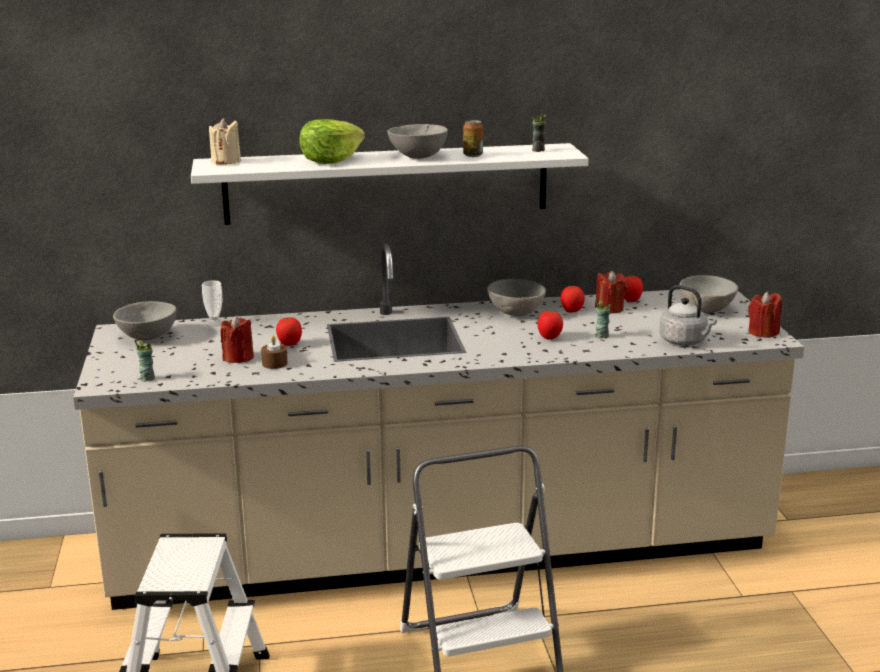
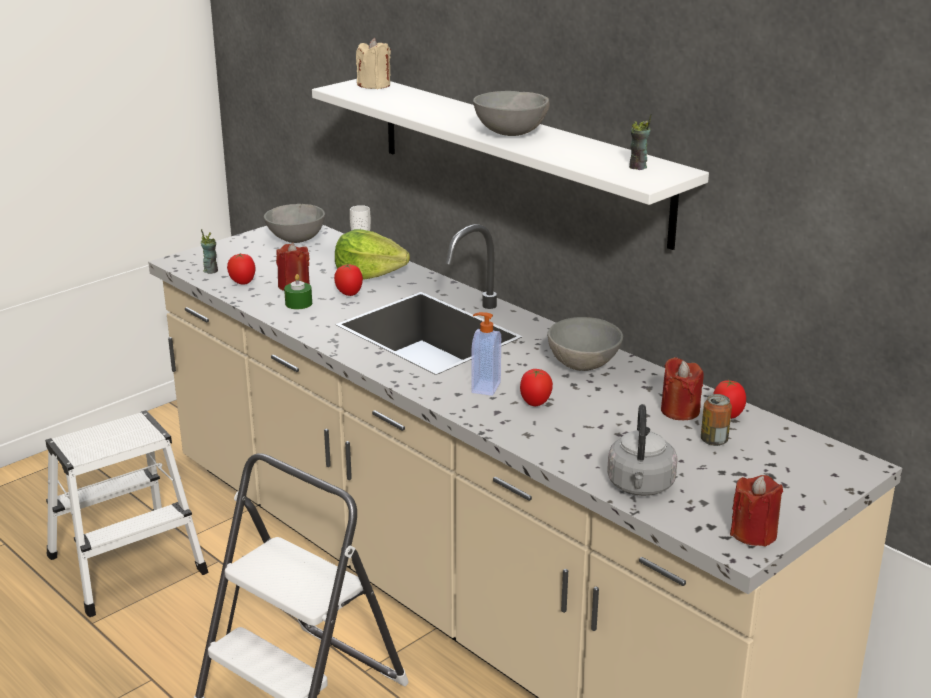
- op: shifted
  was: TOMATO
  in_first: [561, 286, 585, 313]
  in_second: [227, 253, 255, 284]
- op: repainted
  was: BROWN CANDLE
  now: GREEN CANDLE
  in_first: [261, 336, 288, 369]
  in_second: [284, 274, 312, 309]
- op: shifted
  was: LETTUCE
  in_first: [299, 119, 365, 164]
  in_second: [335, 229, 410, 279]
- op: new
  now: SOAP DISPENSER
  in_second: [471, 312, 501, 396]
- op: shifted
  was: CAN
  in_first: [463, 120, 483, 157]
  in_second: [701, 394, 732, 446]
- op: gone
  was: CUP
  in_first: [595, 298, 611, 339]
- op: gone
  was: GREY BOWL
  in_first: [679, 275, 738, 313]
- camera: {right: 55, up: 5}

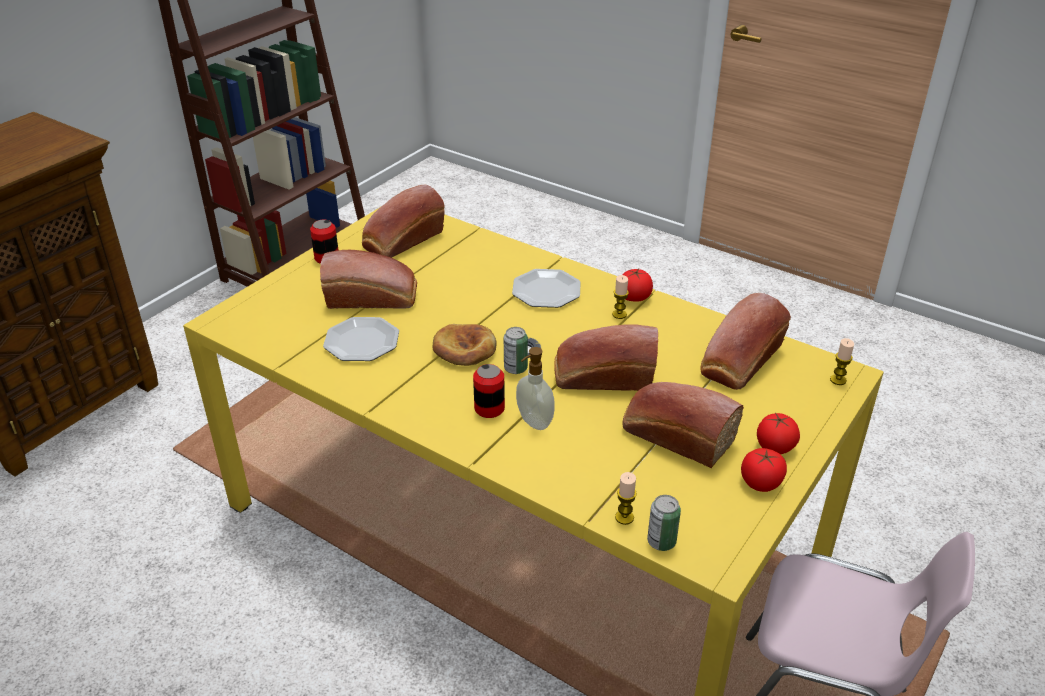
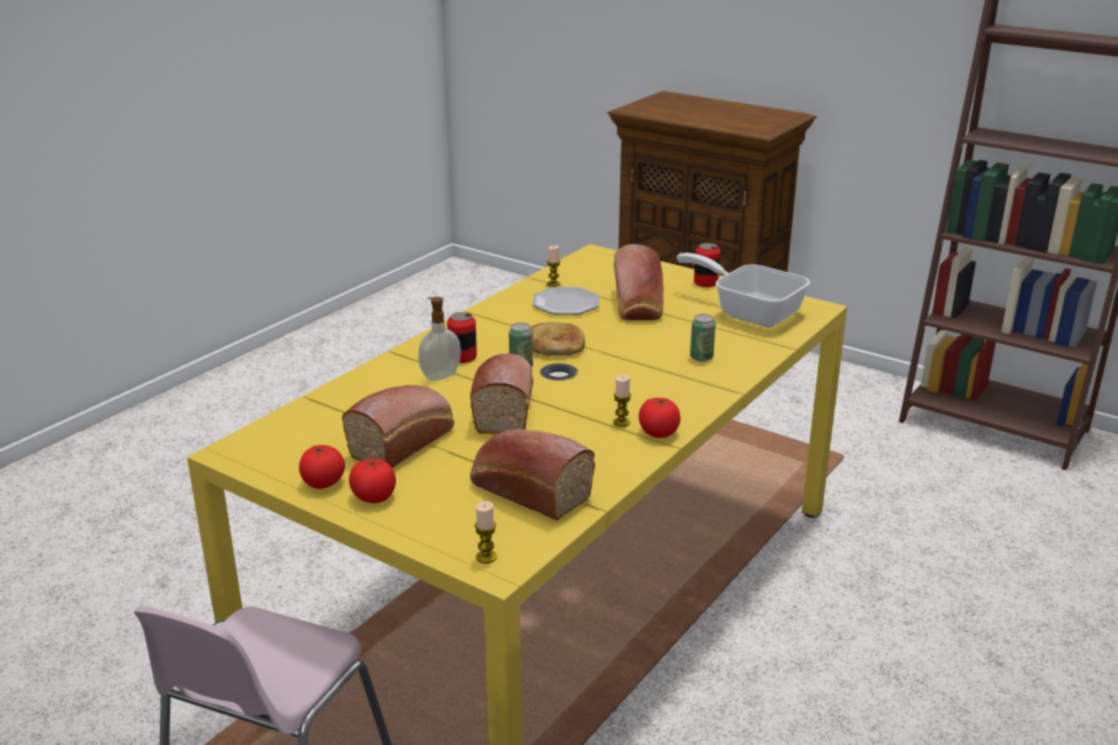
- op: shifted
  was: CANDLE
  in_first: [615, 472, 637, 525]
  in_second: [547, 245, 560, 287]
- op: swapped
  was: BREAD
  now: FRYING PAN
  in_first: [362, 184, 445, 258]
  in_second: [677, 253, 810, 327]
- op: shifted
  was: CAN
  in_first: [647, 495, 681, 551]
  in_second: [690, 314, 716, 362]
- op: gone
  was: PLATE
  in_first: [512, 269, 581, 308]
- camera: {right: 90, up: -10}

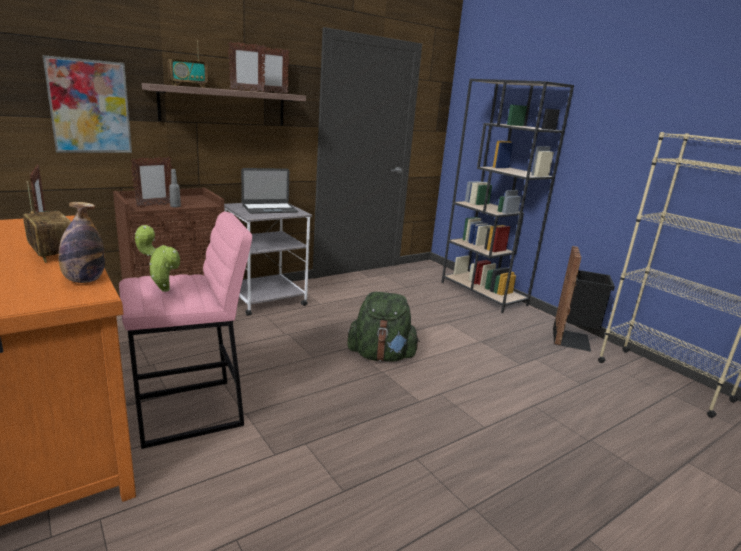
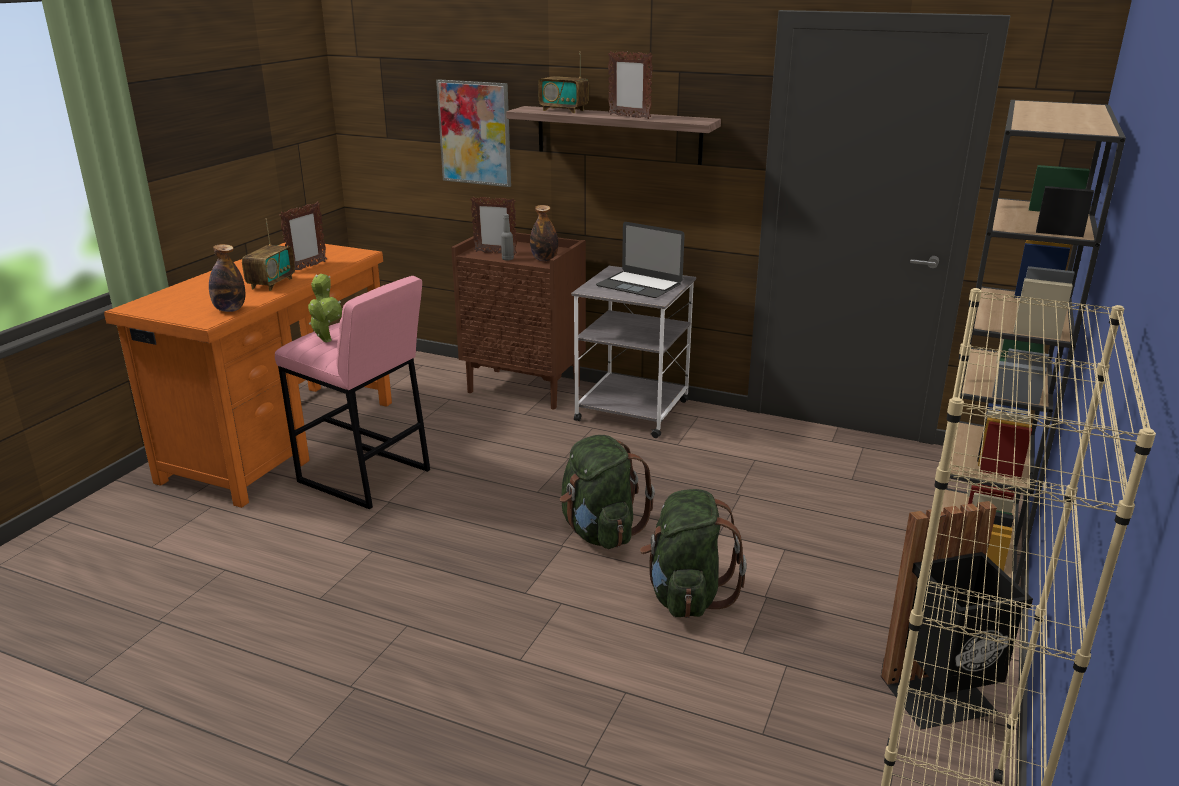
- op: new
  now: BOTTLE
  in_second: [530, 205, 558, 261]
- op: new
  now: GREEN BACKPACK
  in_second: [640, 489, 746, 618]
- op: gone
  was: PICTURE FRAME
  in_first: [256, 47, 289, 94]
- camera: {right: 60, up: 5}

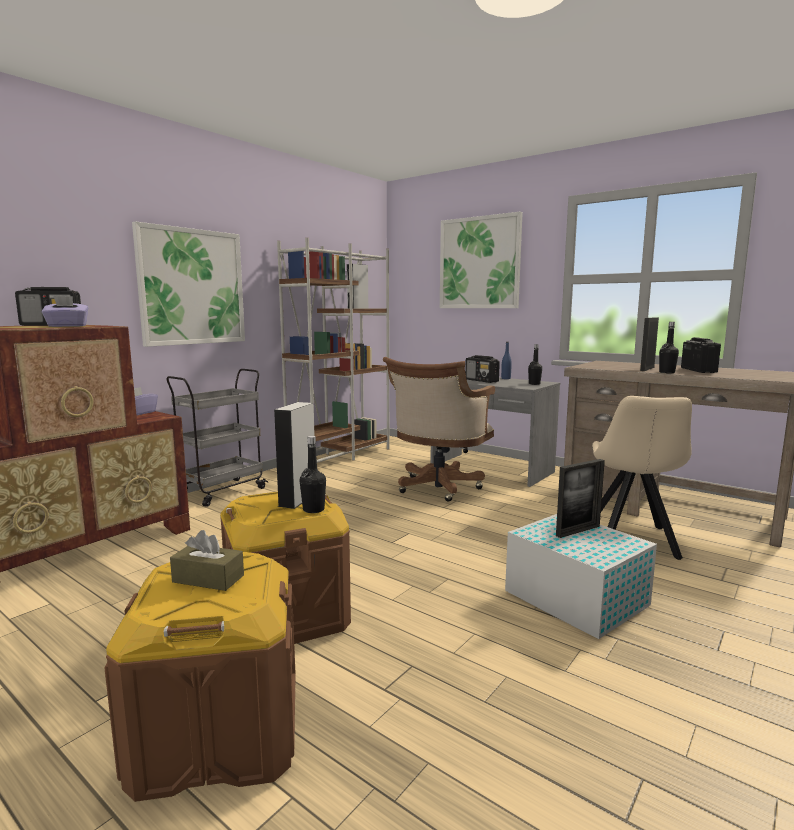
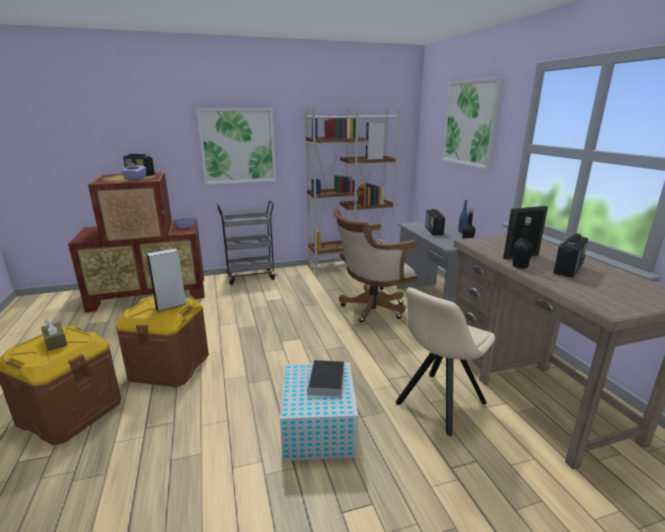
- op: swapped
  was: PICTURE FRAME
  now: BOOK
  in_first: [556, 459, 605, 538]
  in_second: [307, 360, 344, 401]
- op: gone
  was: BLACK BOTTLE
  in_first: [300, 436, 326, 513]
- camera: {right: 35, up: 10}

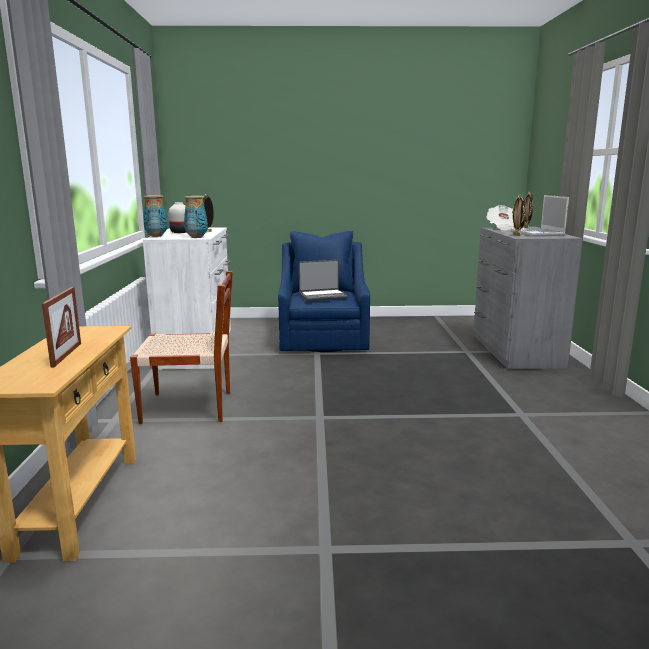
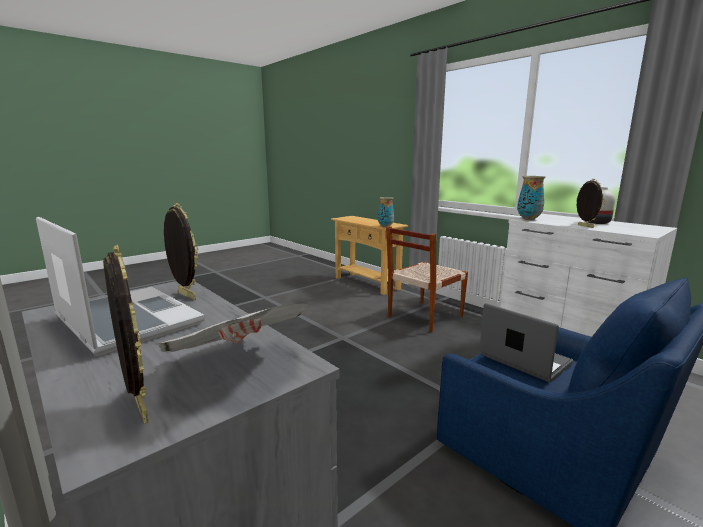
- op: shifted
  was: VASE
  in_first: [143, 195, 167, 237]
  in_second: [378, 197, 394, 228]
- op: rotated
  was: LAPTOP
  in_first: [299, 260, 348, 301]
  in_second: [479, 303, 573, 382]
  clockwise: 105
- op: gone
  was: PICTURE FRAME
  in_first: [42, 287, 81, 368]
- camera: {right: 140, up: 0}

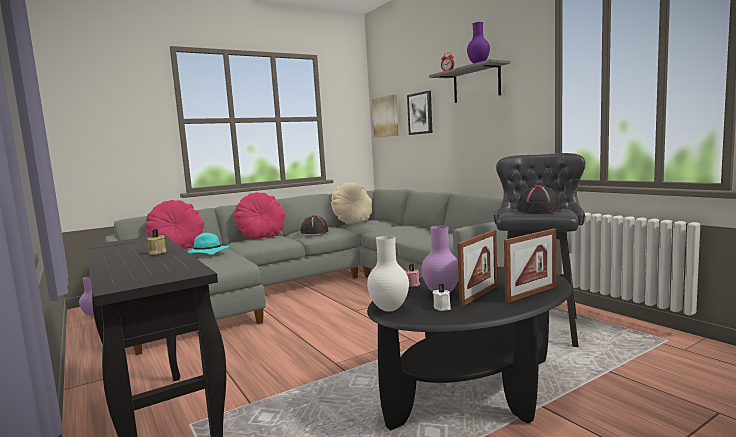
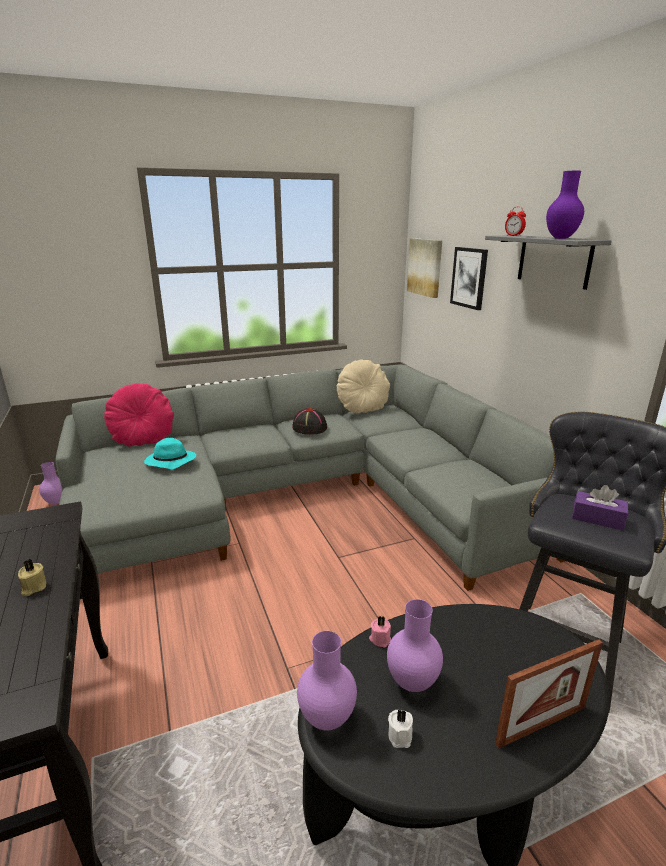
- op: repainted
  was: WHITE VASE
  now: PURPLE VASE
  in_first: [367, 236, 409, 312]
  in_second: [297, 631, 357, 730]
- op: swapped
  was: BLACK HAT
  now: PURPLE TISSUE BOX
  in_first: [517, 185, 562, 213]
  in_second: [572, 485, 629, 531]
- op: gone
  was: PINK PILLOW
  in_first: [234, 192, 285, 240]
- op: gone
  was: PICTURE FRAME
  in_first: [457, 230, 497, 307]
- camera: {right: 10, up: 15}

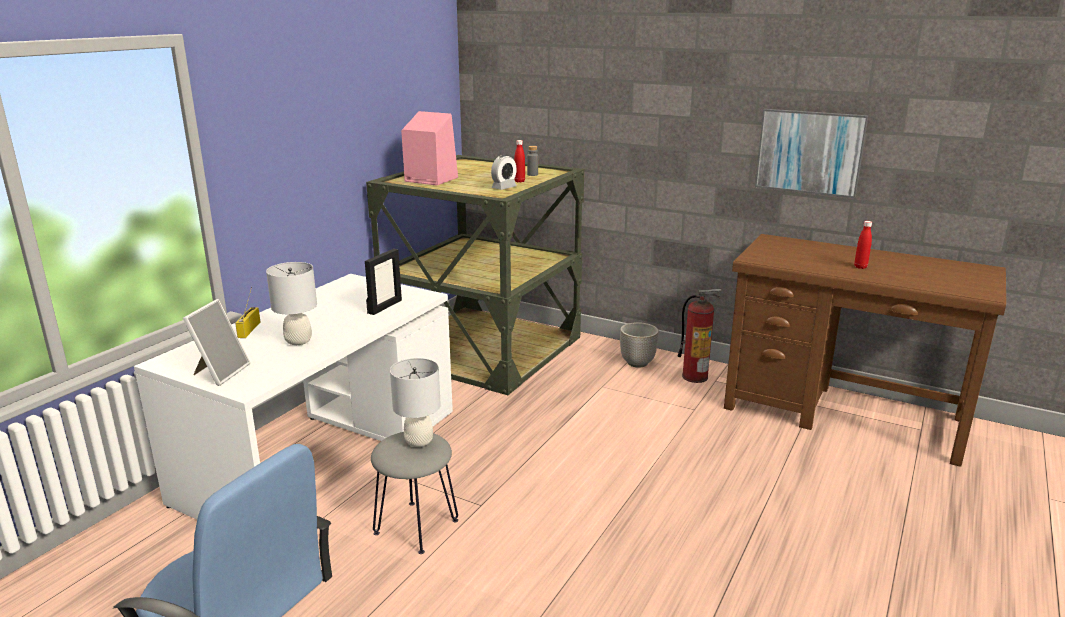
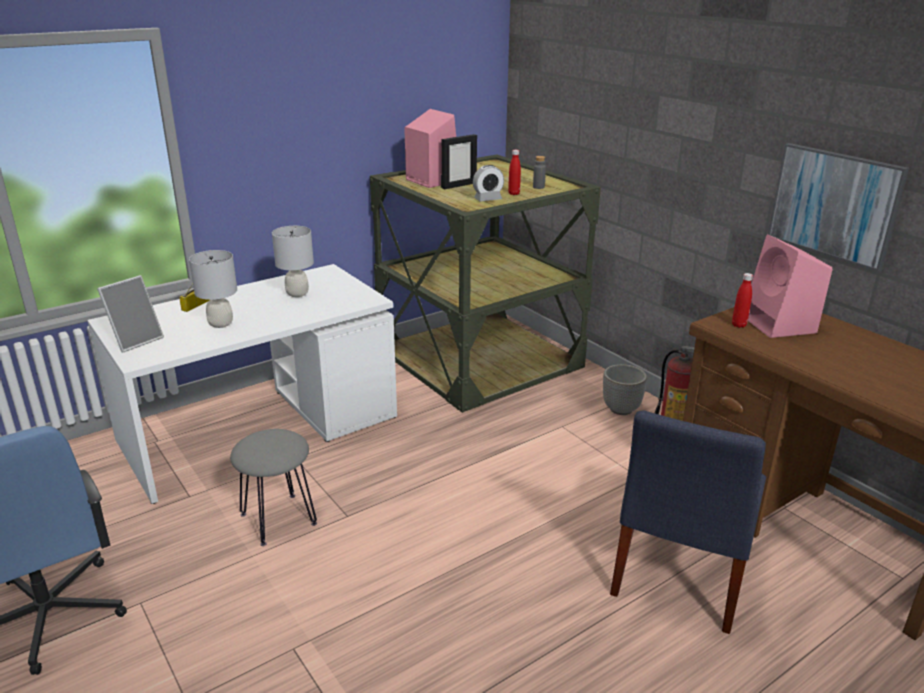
- op: shifted
  was: GREY TABLE LAMP
  in_first: [390, 358, 441, 447]
  in_second: [272, 226, 314, 297]
- op: shifted
  was: PICTURE FRAME
  in_first: [365, 249, 402, 315]
  in_second: [441, 134, 477, 189]
- op: new
  now: BLUE CHAIR
  in_second: [610, 411, 766, 634]
- op: shifted
  was: RED BOTTLE
  in_first: [854, 221, 872, 269]
  in_second: [732, 273, 753, 328]
- op: new
  now: PINK SPEAKER
  in_second: [748, 234, 832, 338]
- camera: {right: 25, up: 5}

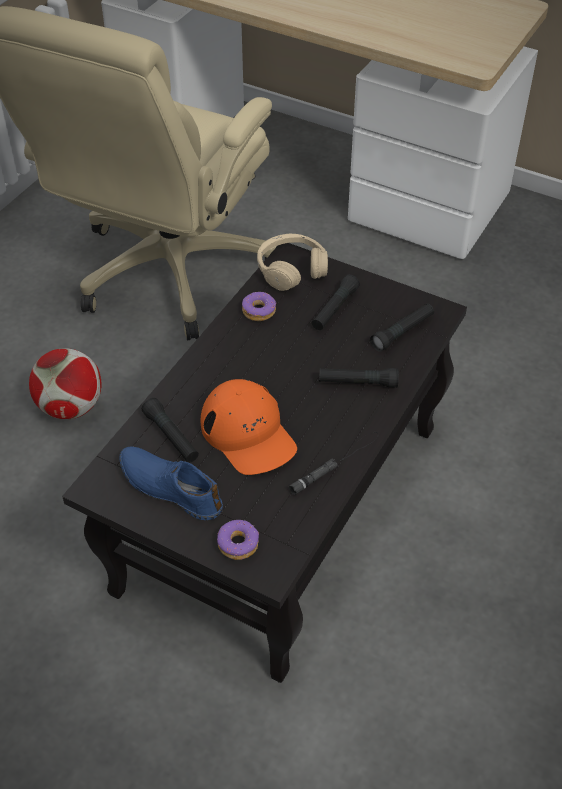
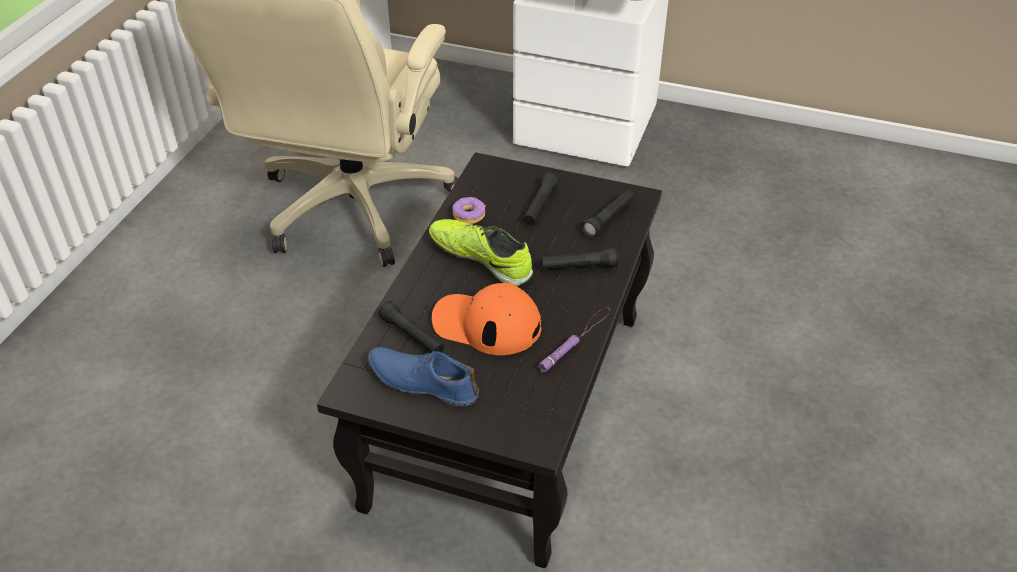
- op: new
  now: SHOE
  in_second: [429, 219, 533, 286]
- op: rotated
  was: ORANGE CAP
  in_first: [201, 379, 297, 475]
  in_second: [432, 283, 542, 355]
  clockwise: 150
- op: repainted
  was: BLACK FLASHLIGHT
  now: PURPLE FLASHLIGHT
  in_first: [288, 432, 378, 495]
  in_second: [538, 307, 610, 372]
- op: gone
  was: FOOTBALL
  in_first: [29, 348, 101, 419]
- op: gone
  was: DONUT
  in_first: [217, 520, 259, 560]
- op: gone
  was: BEIGE HEADPHONES
  in_first: [257, 234, 328, 291]
- camera: {right: -10, up: -5}

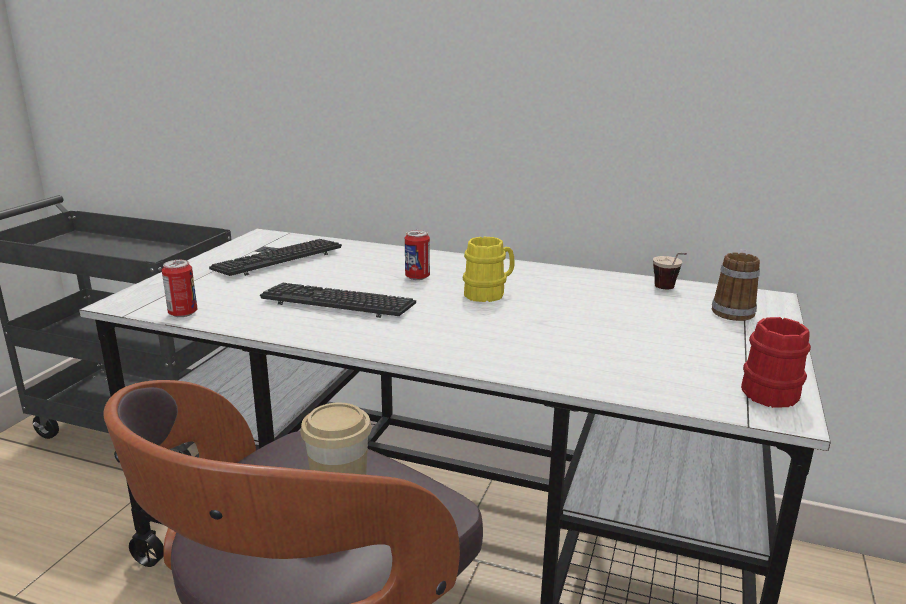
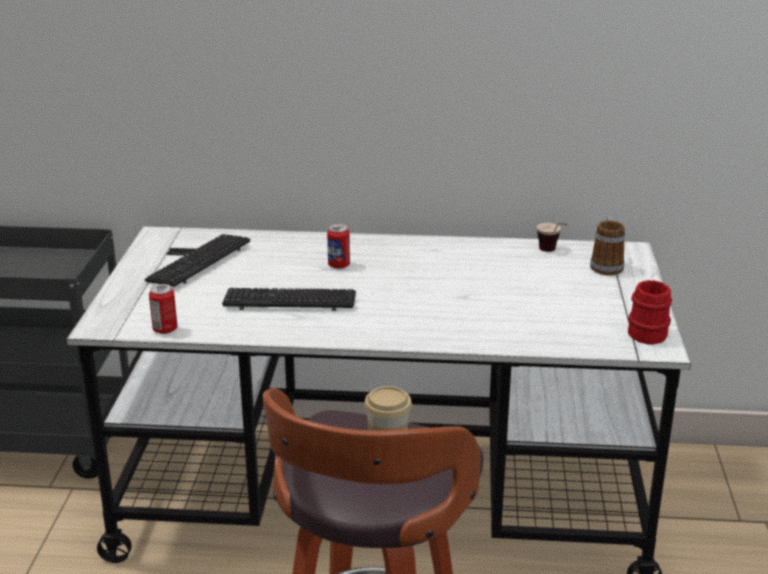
- op: gone
  was: YELLOW MUG
  in_first: [463, 237, 515, 302]
- camera: {right: -15, up: 5}

